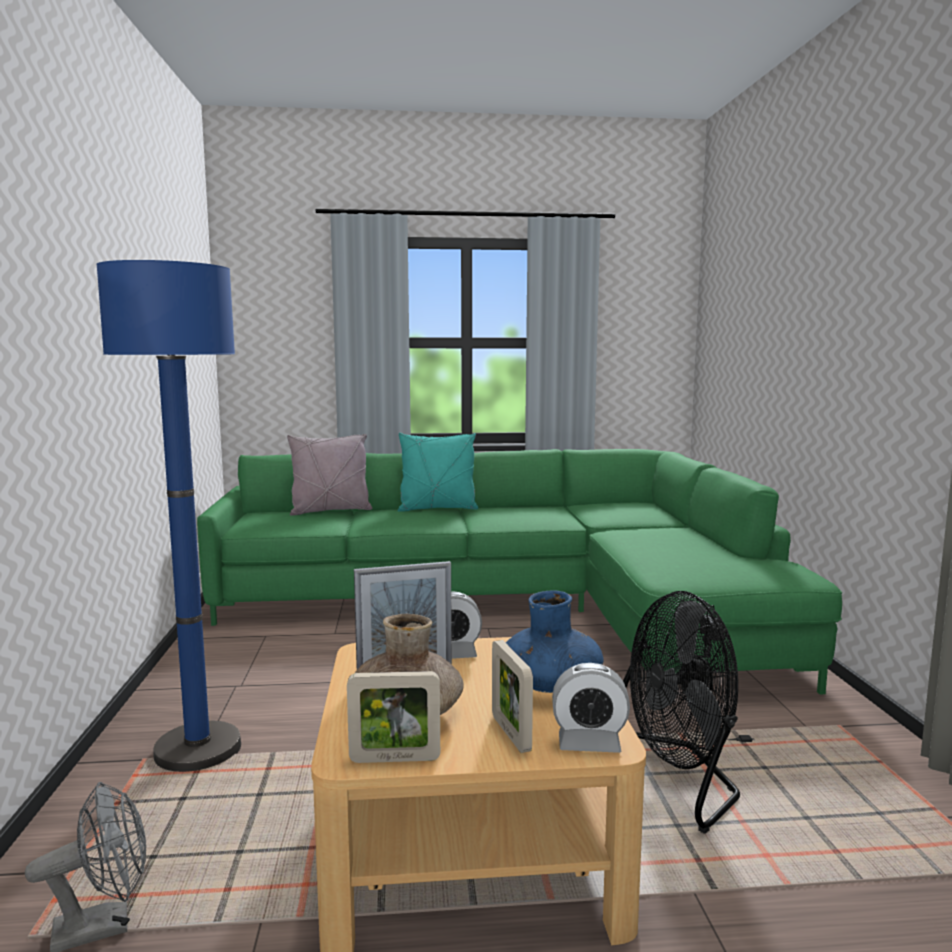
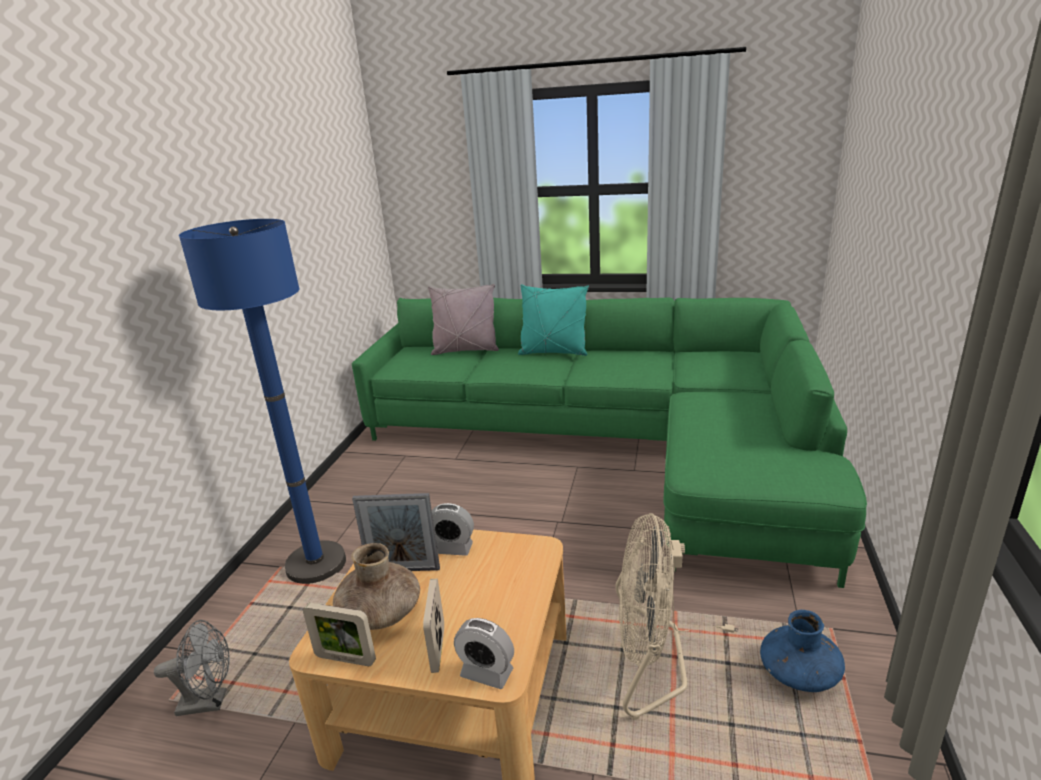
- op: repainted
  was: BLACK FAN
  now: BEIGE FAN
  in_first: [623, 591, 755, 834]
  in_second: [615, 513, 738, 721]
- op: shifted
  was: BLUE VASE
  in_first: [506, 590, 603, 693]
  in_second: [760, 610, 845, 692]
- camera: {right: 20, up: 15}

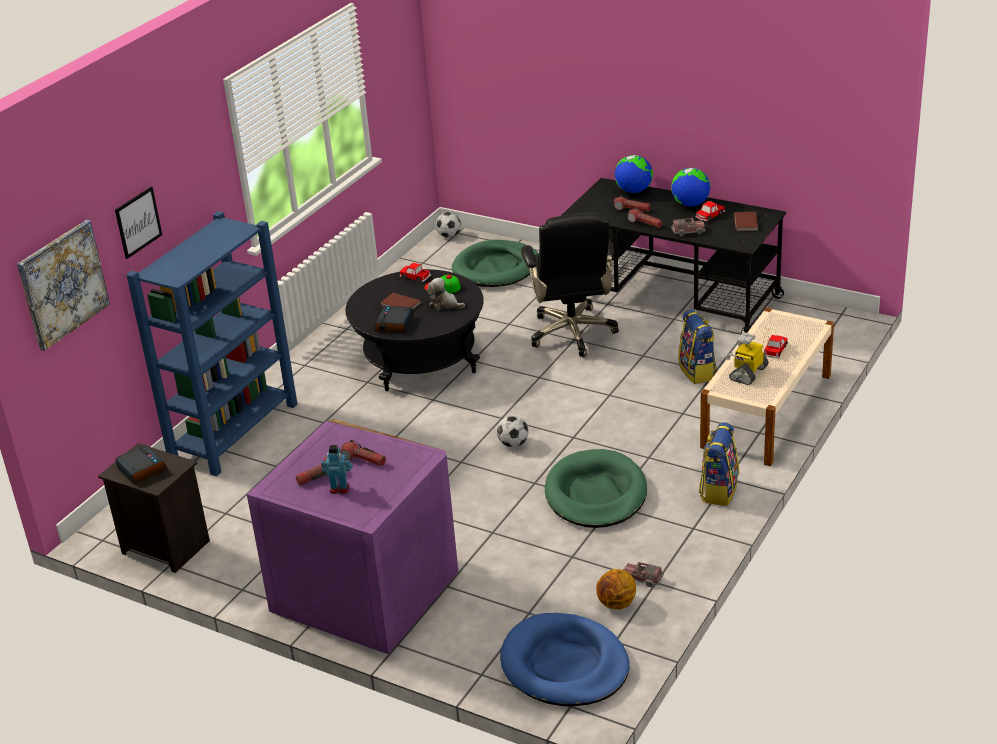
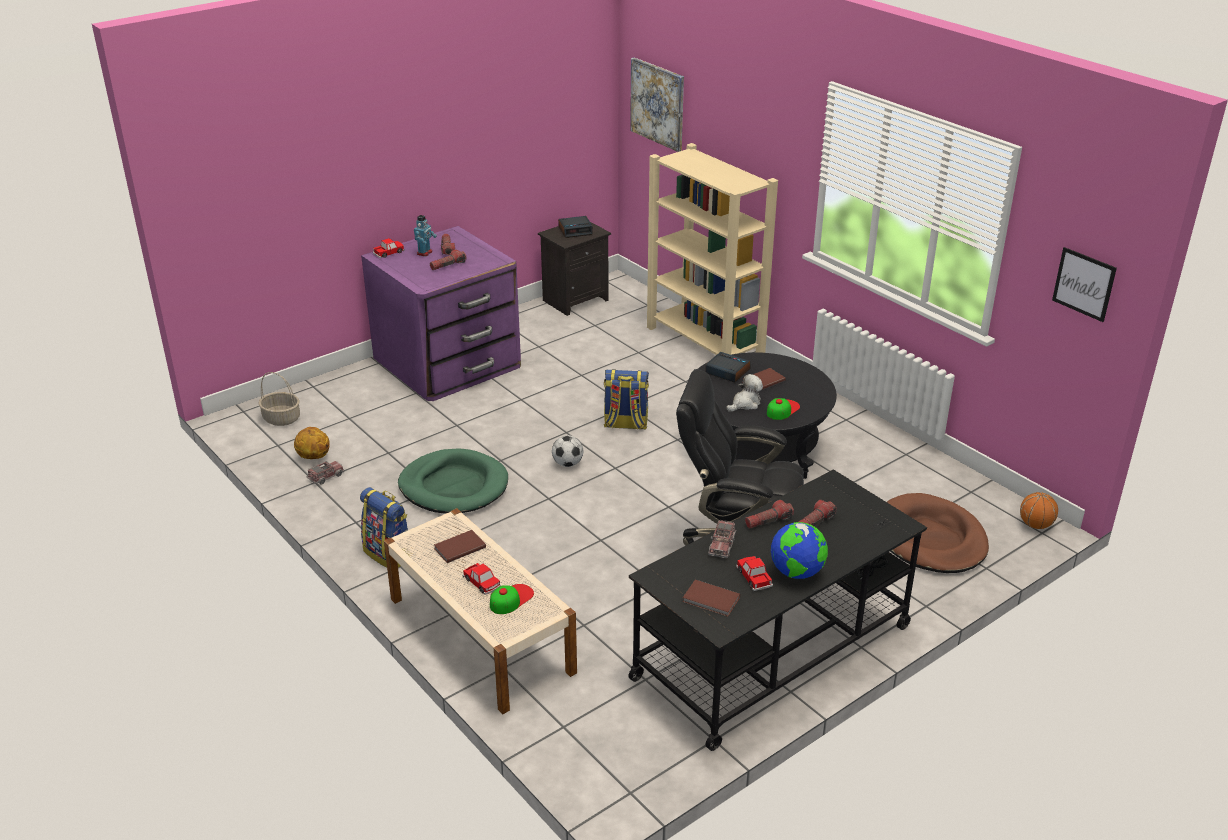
- op: swapped
  was: BLUE DOG BED
  now: BASKET
  in_first: [500, 613, 630, 707]
  in_second: [258, 372, 300, 426]
- op: shifted
  was: TOY CAR
  in_first: [400, 262, 431, 282]
  in_second: [373, 238, 405, 258]
- op: swapped
  was: TOY ROBOT
  now: BROWN BOOK
  in_first: [726, 332, 769, 385]
  in_second: [434, 530, 486, 563]
- op: new
  now: CAP
  in_second: [490, 584, 534, 614]
- op: shifted
  was: BACKPACK
  in_first: [678, 310, 717, 384]
  in_second: [604, 369, 649, 430]
- op: repainted
  was: BLUE BOOKCASE
  now: BEIGE BOOKCASE
  in_first: [126, 211, 297, 476]
  in_second: [647, 143, 778, 355]
- op: repainted
  was: GREEN DOG BED
  now: BROWN DOG BED
  in_first: [452, 240, 538, 287]
  in_second: [887, 493, 989, 573]
- op: swapped
  was: FOOTBALL
  now: BASKETBALL
  in_first: [436, 212, 461, 238]
  in_second: [1020, 492, 1058, 529]
- op: shifted
  was: PICTURE
  in_first: [115, 187, 162, 259]
  in_second: [1052, 247, 1117, 322]
- op: gone
  was: GLOBE
  in_first: [615, 155, 653, 193]
- camera: {right: 110, up: 0}

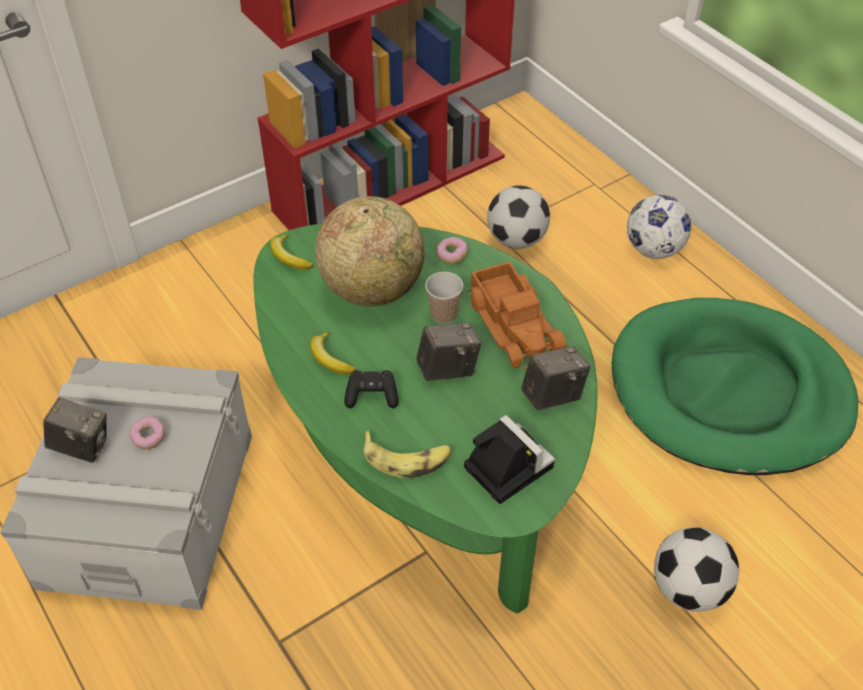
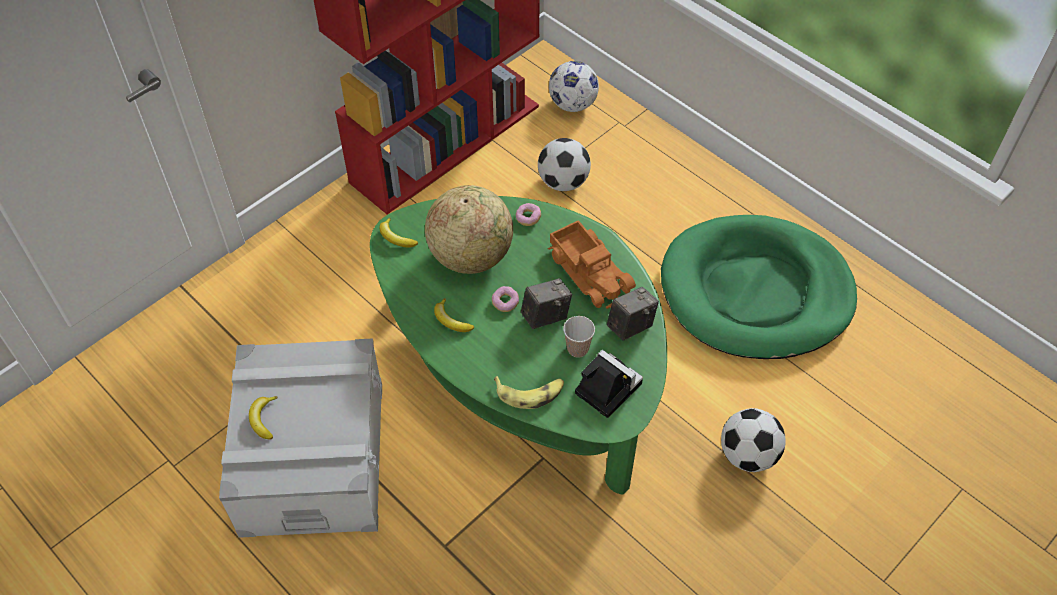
- op: swapped
  was: PHOTO CAMERA
  now: BANANA
  in_first: [43, 397, 107, 463]
  in_second: [249, 396, 277, 439]
- op: shifted
  was: DONUT
  in_first: [130, 416, 165, 449]
  in_second: [492, 286, 519, 312]
- op: shifted
  was: FOOTBALL
  in_first: [627, 195, 692, 259]
  in_second: [549, 61, 599, 112]
- op: shifted
  was: CUP
  in_first: [425, 272, 463, 324]
  in_second: [563, 316, 595, 358]
- op: gone
  was: BLACK GAME CONTROLLER
  in_first: [344, 370, 399, 408]
- camera: {right: -10, up: 5}

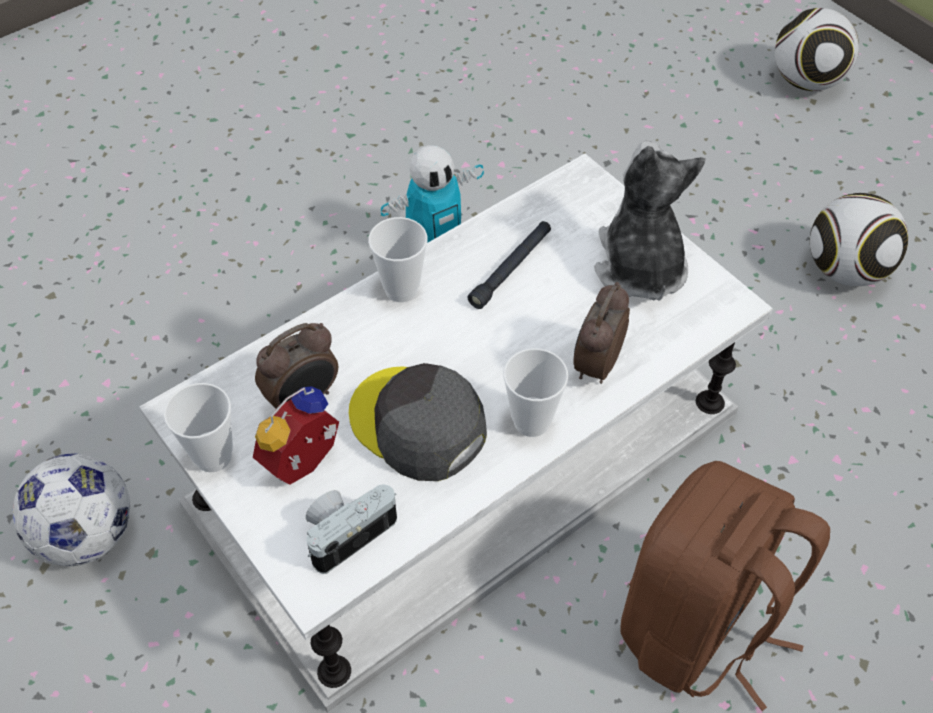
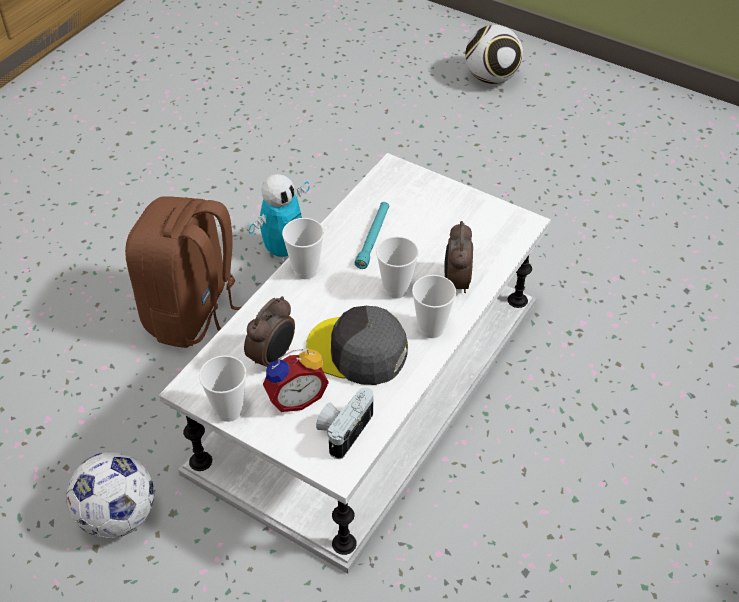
- op: shifted
  was: BROWN BACKPACK
  in_first: [621, 461, 830, 711]
  in_second: [125, 196, 241, 348]
- op: rotated
  was: ALARM CLOCK
  in_first: [253, 386, 339, 485]
  in_second: [263, 348, 329, 412]
  clockwise: -135
- op: repainted
  was: BLACK FLASHLIGHT
  now: TURQUOISE FLASHLIGHT
  in_first: [468, 221, 551, 309]
  in_second: [355, 202, 389, 269]
- op: new
  now: CUP
  in_second: [376, 236, 419, 299]
- op: gone
  was: PLUSH TOY
  in_first: [594, 141, 706, 301]
- op: gone
  was: FOOTBALL
  in_first: [810, 193, 908, 286]
- camera: {right: -20, up: -5}

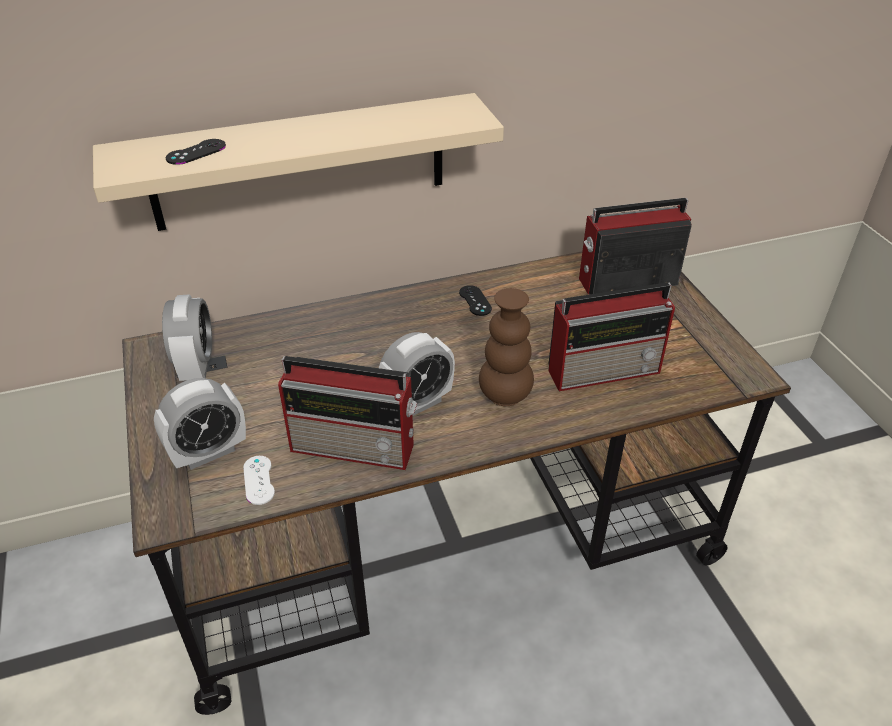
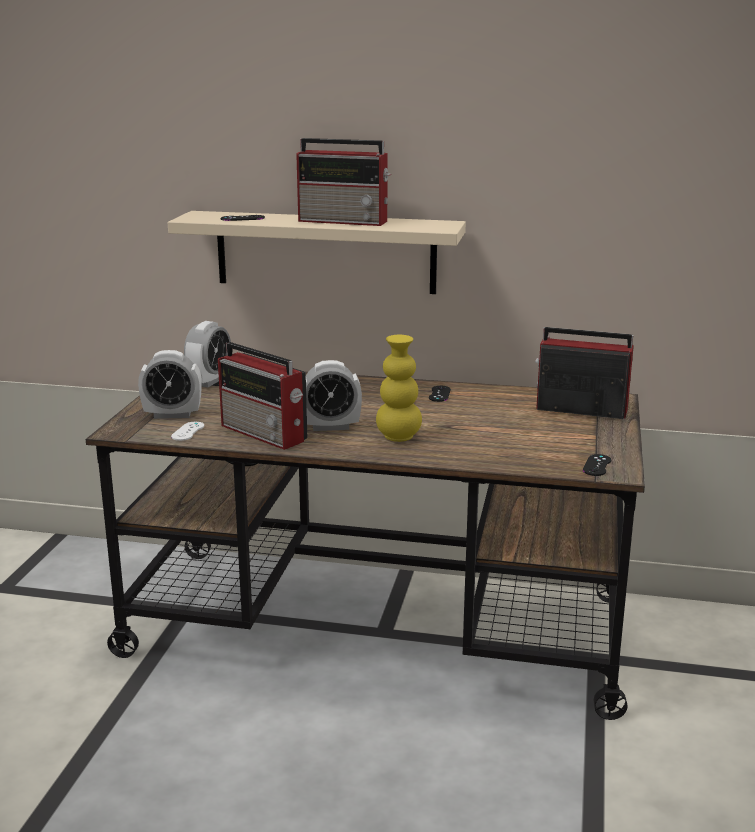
- op: shifted
  was: RADIO
  in_first: [548, 282, 675, 391]
  in_second: [296, 138, 391, 226]
- op: repainted
  was: BROWN VASE
  now: YELLOW VASE
  in_first: [479, 288, 534, 406]
  in_second: [376, 335, 422, 442]
- op: new
  now: BLACK GAME CONTROLLER
  in_second: [583, 454, 611, 476]
- camera: {right: 30, up: -20}

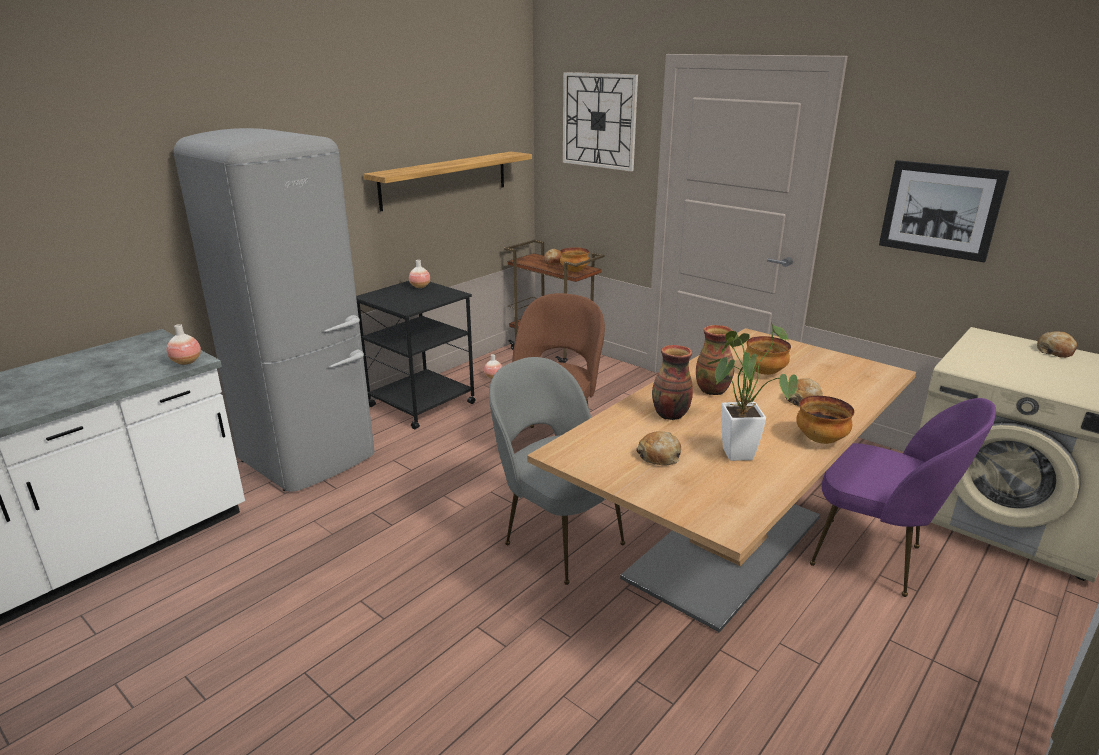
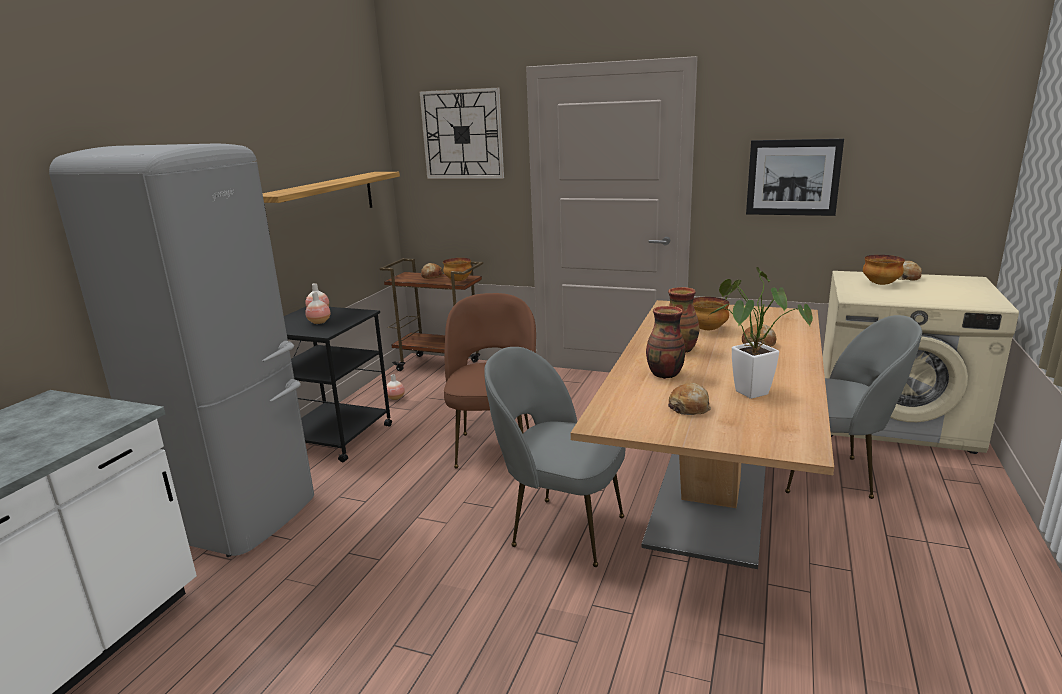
- op: shifted
  was: VASE
  in_first: [167, 324, 201, 365]
  in_second: [305, 292, 330, 324]
- op: repainted
  was: PURPLE CHAIR
  now: GREY CHAIR
  in_first: [810, 398, 996, 597]
  in_second: [785, 315, 922, 499]
- op: shifted
  was: BOWL
  in_first: [796, 396, 854, 444]
  in_second: [863, 255, 905, 285]
- camera: {right: -20, up: -5}

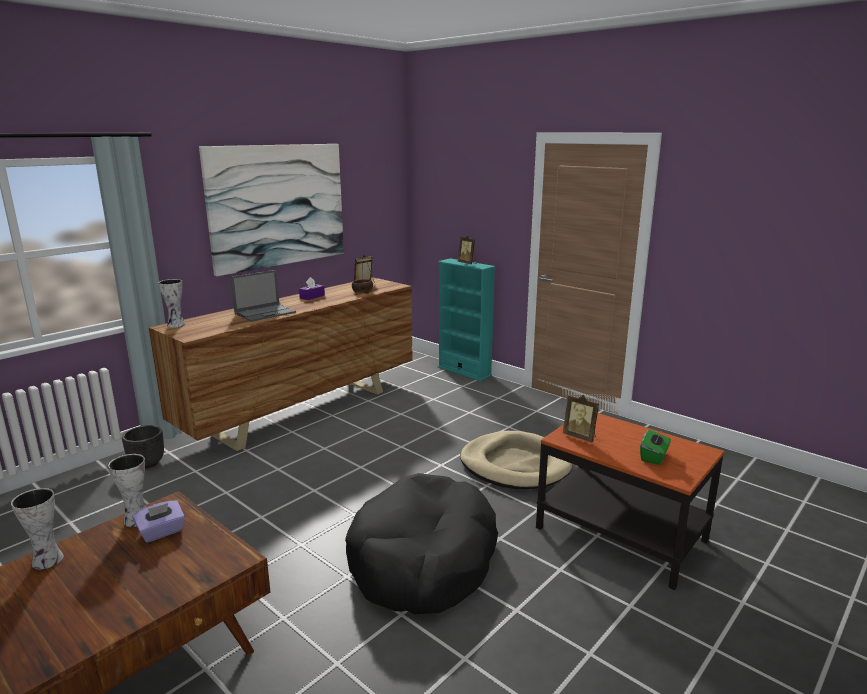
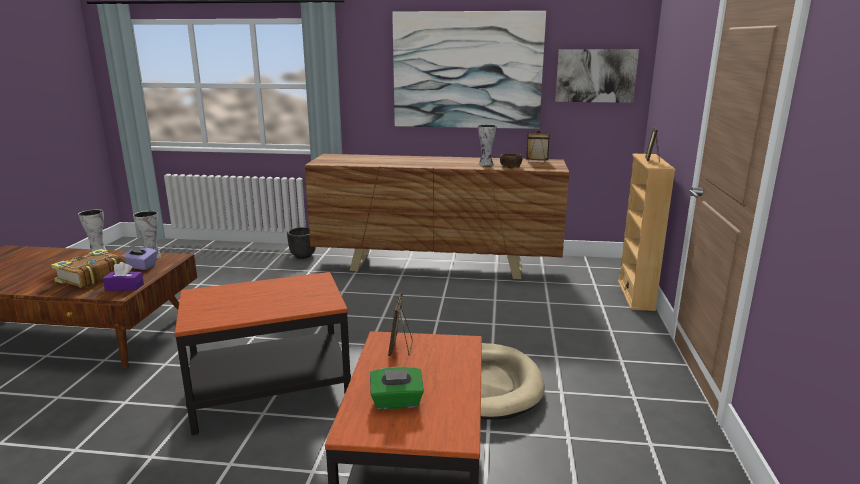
- op: new
  now: BOOK
  in_second: [51, 249, 126, 288]
- op: shifted
  was: PURPLE TISSUE BOX
  in_first: [299, 277, 325, 300]
  in_second: [103, 262, 144, 291]
- op: swapped
  was: BLACK DOG BED
  now: SIDE TABLE
  in_first: [345, 473, 498, 614]
  in_second: [175, 272, 351, 435]
- op: shifted
  was: VASE
  in_first: [158, 279, 186, 328]
  in_second: [478, 124, 497, 166]
- op: new
  now: PICTURE
  in_second: [555, 49, 639, 103]
- op: repainted
  was: TURQUOISE BOOKCASE
  now: BEIGE BOOKCASE
  in_first: [438, 258, 496, 381]
  in_second: [618, 154, 676, 311]
- op: gone
  was: LAPTOP
  in_first: [231, 270, 296, 322]
- camera: {right: 55, up: 0}

